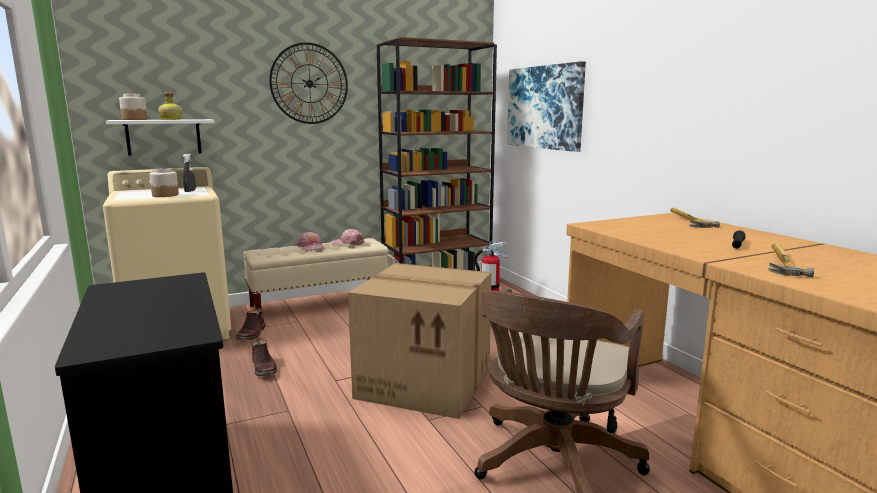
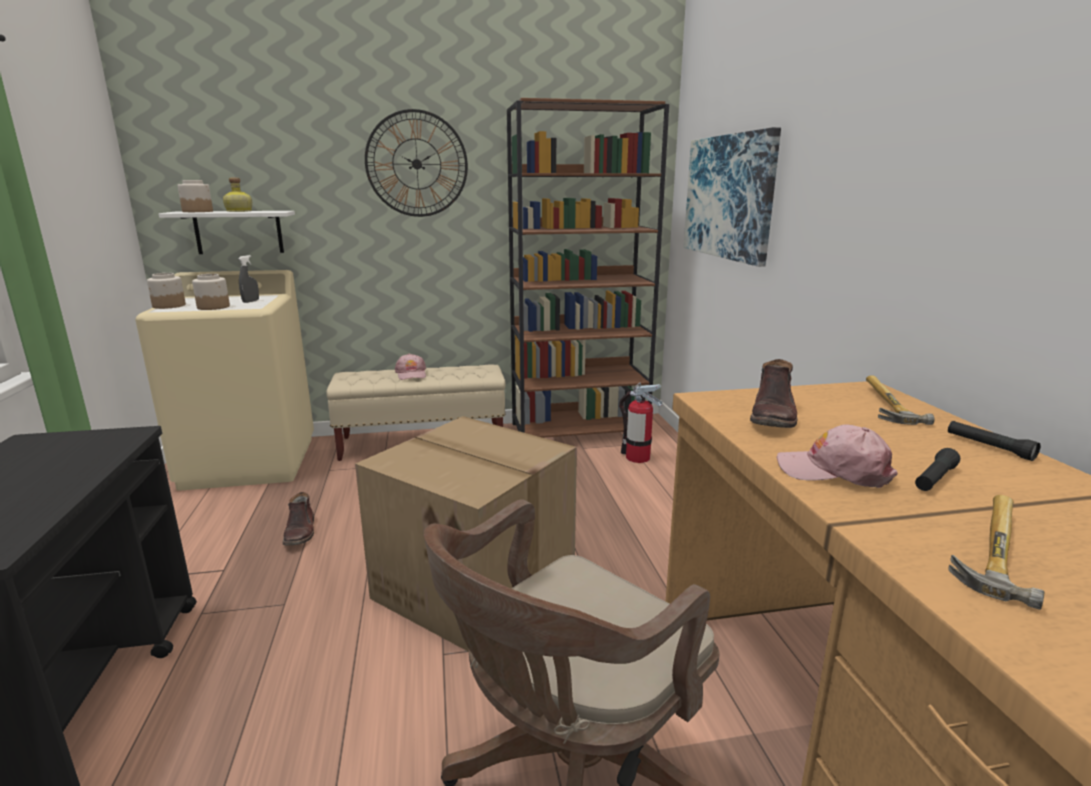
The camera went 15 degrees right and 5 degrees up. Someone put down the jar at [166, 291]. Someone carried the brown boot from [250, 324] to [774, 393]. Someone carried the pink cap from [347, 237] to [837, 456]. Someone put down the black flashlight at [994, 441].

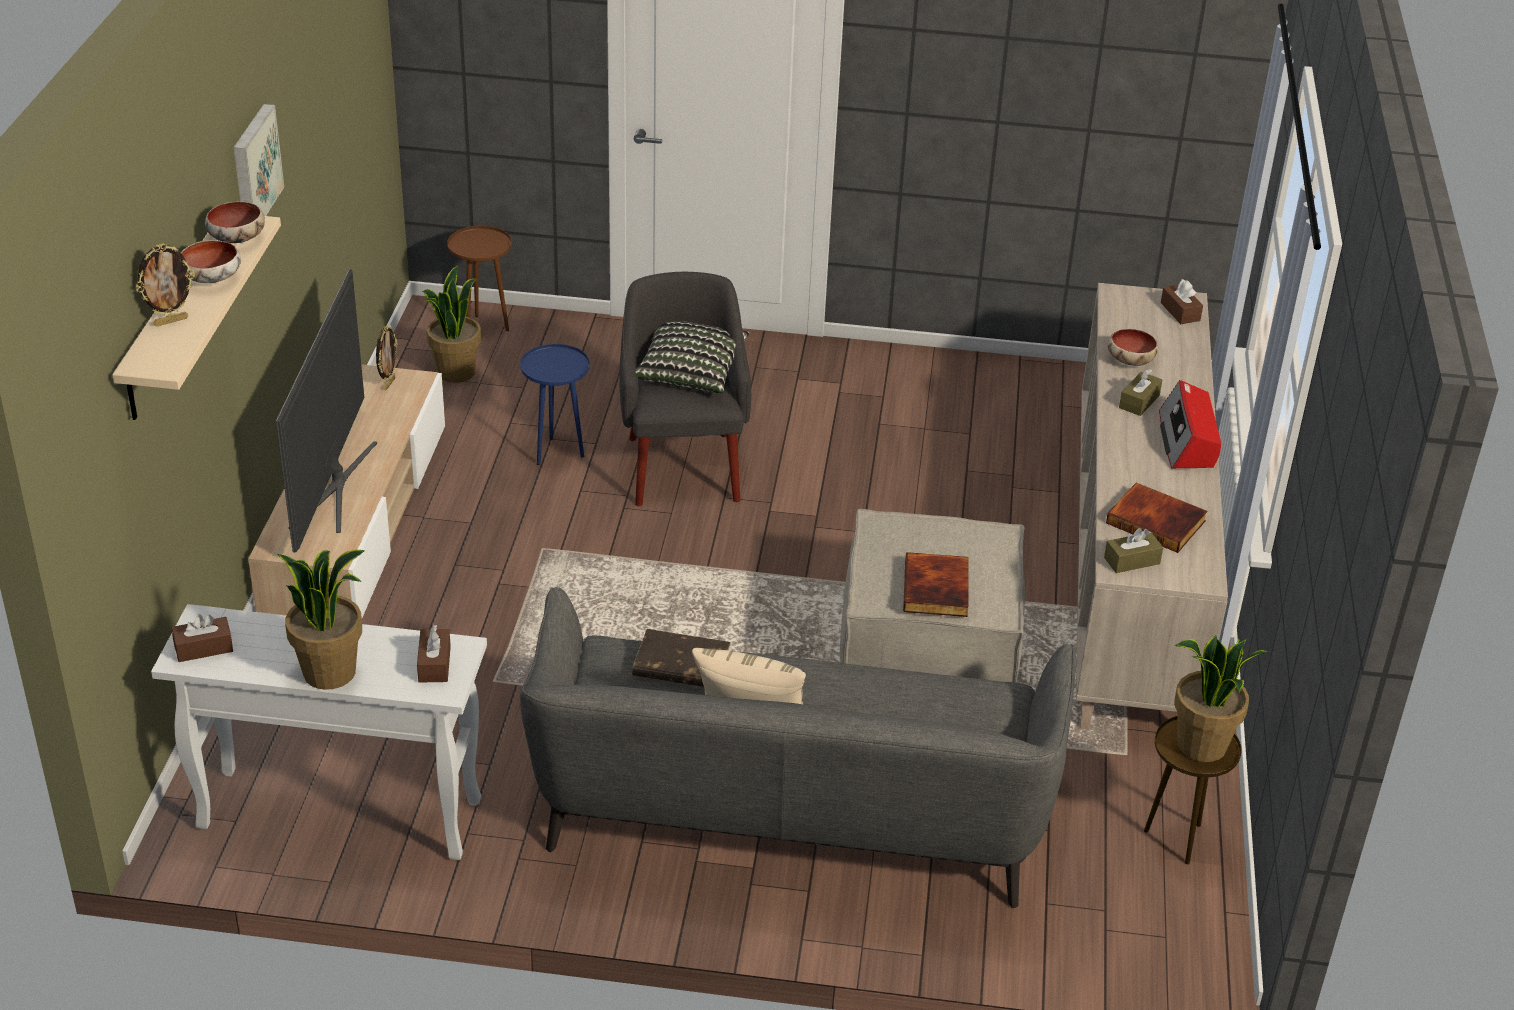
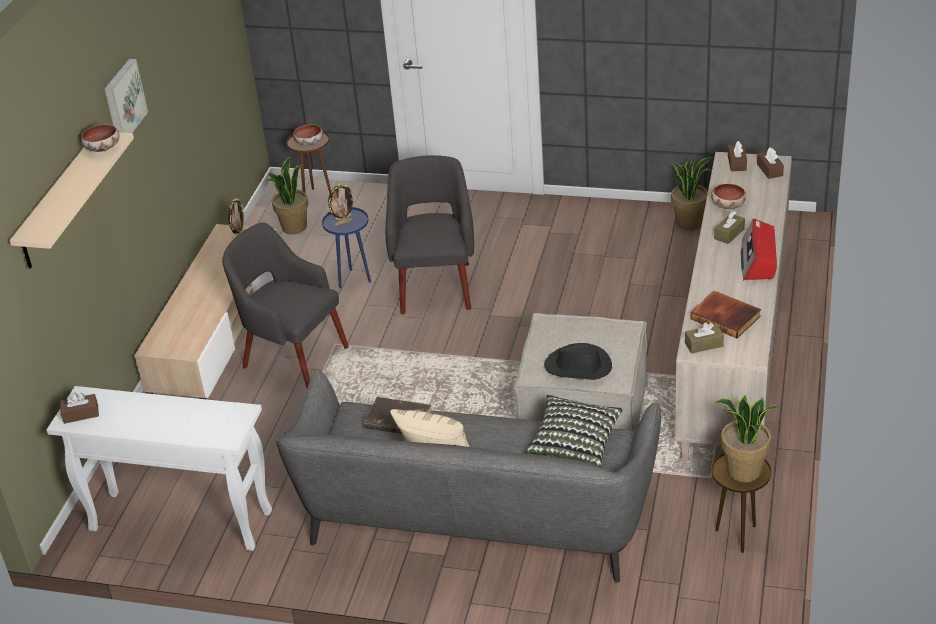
The camera went 10 degrees right and 0 degrees up. Someone put down the grey armchair at [285, 305]. Someone carried the bowl from [211, 261] to [308, 135]. Someone carried the picture frame from [165, 285] to [341, 205]. Someone carried the pillow from [692, 357] to [574, 431]. Someone swapped the book at [935, 584] for the black hat at [578, 361]. Someone carried the potted plant from [320, 620] to [690, 193]. Someone carried the brown tissue box from [434, 654] to [737, 156]. Someone took away the television at [326, 411].

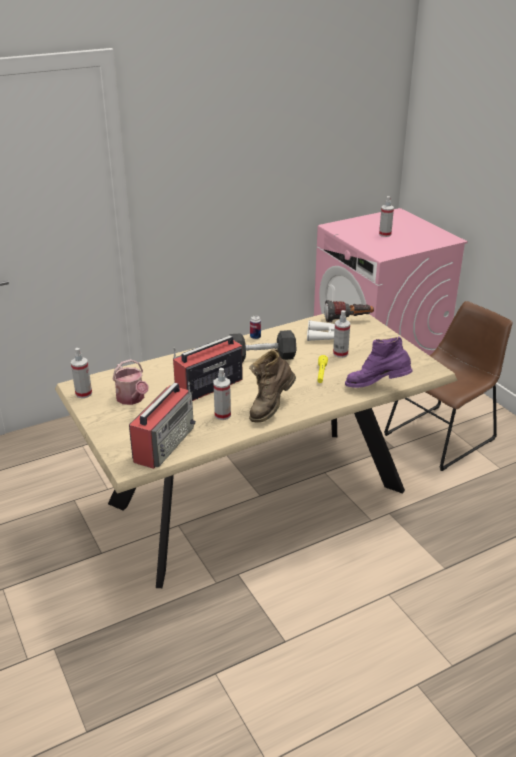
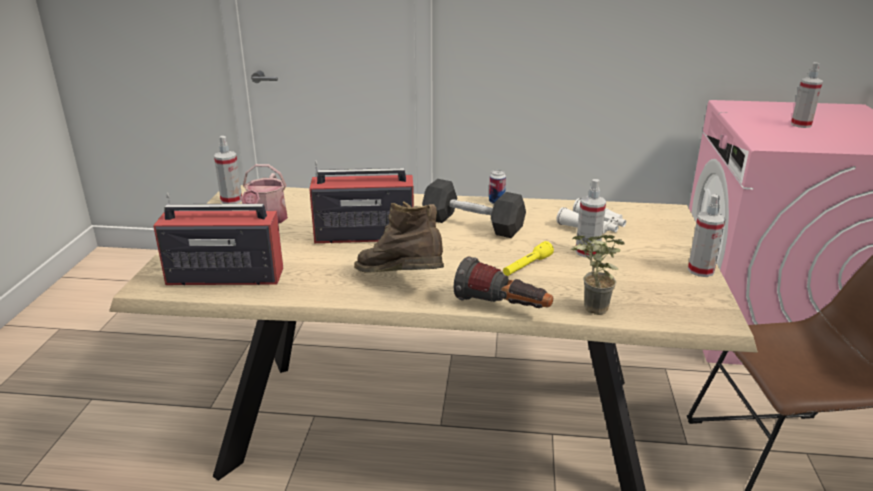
The camera went 35 degrees right and 5 degrees down. Someone rotated the radio at [162, 425] by 150 degrees counterclockwise. Someone rotated the brown boot at [272, 386] by 60 degrees clockwise. Someone carried the flashlight from [349, 311] to [503, 282]. Someone swapped the purple boot at [379, 362] for the potted plant at [598, 275]. Someone carried the spray bottle from [222, 394] to [707, 235].

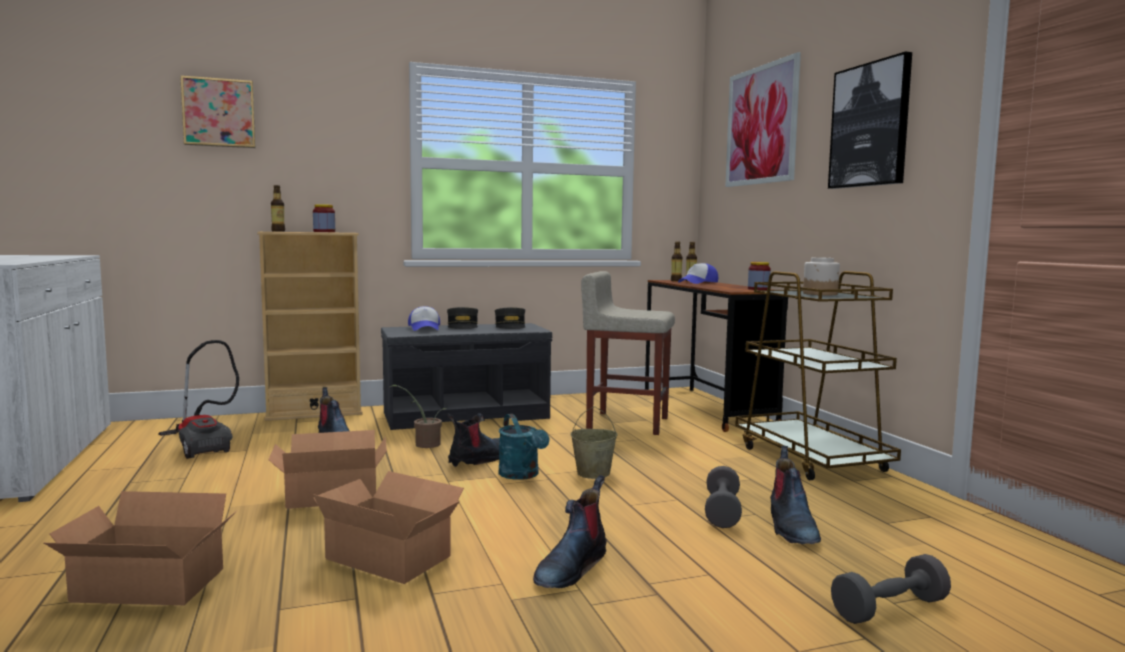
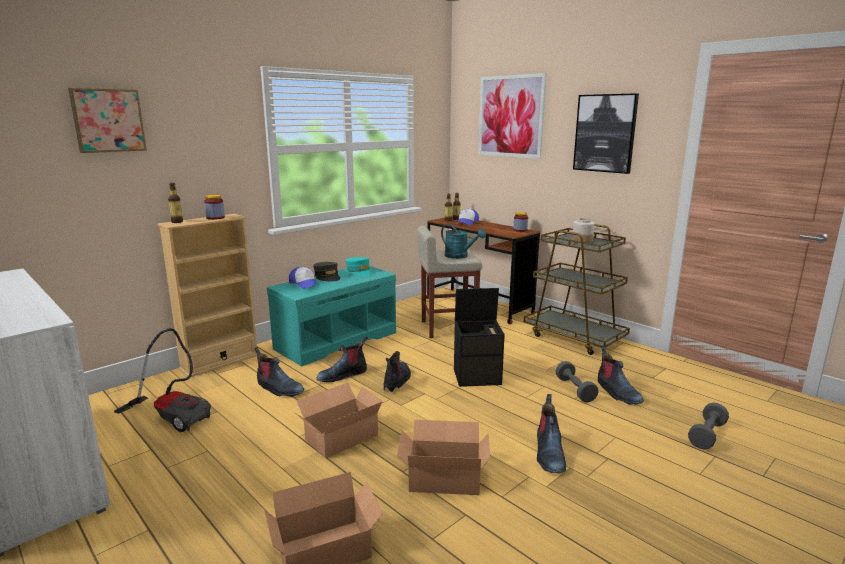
The camera went 25 degrees left and 10 degrees up. Someone repainted the grey bench at [466, 376], which became the turquoise bench at [331, 316]. Someone swapped the potted plant at [418, 416] for the boot at [341, 359]. Someone repainted the grey cap at [510, 318], which became the turquoise cap at [359, 266]. Someone carried the turquoise watering can from [523, 447] to [463, 241]. Someone swapped the beige bucket at [593, 443] for the black storage box at [479, 337].

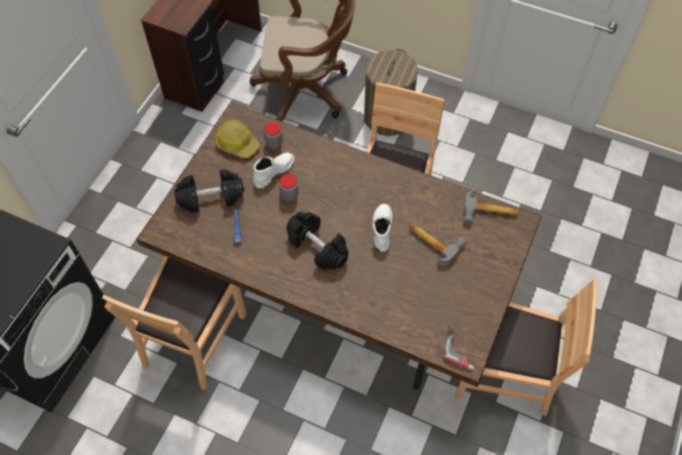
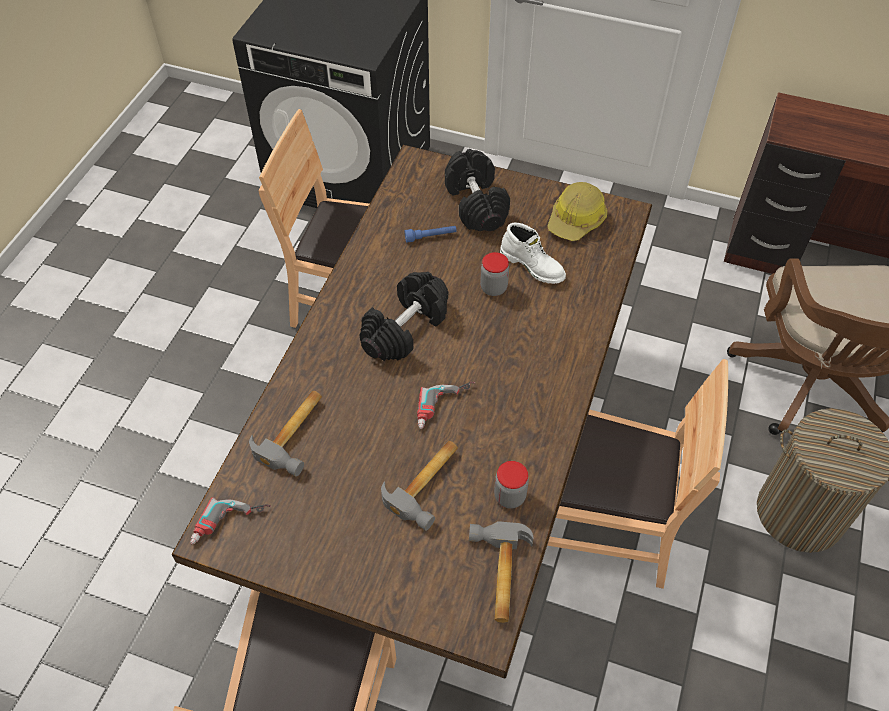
The camera went 85 degrees right and 5 degrees down. Someone put down the hammer at [285, 433]. Someone swapped the white boot at [383, 228] for the power drill at [446, 405]. Someone carried the jar from [273, 135] to [511, 485].

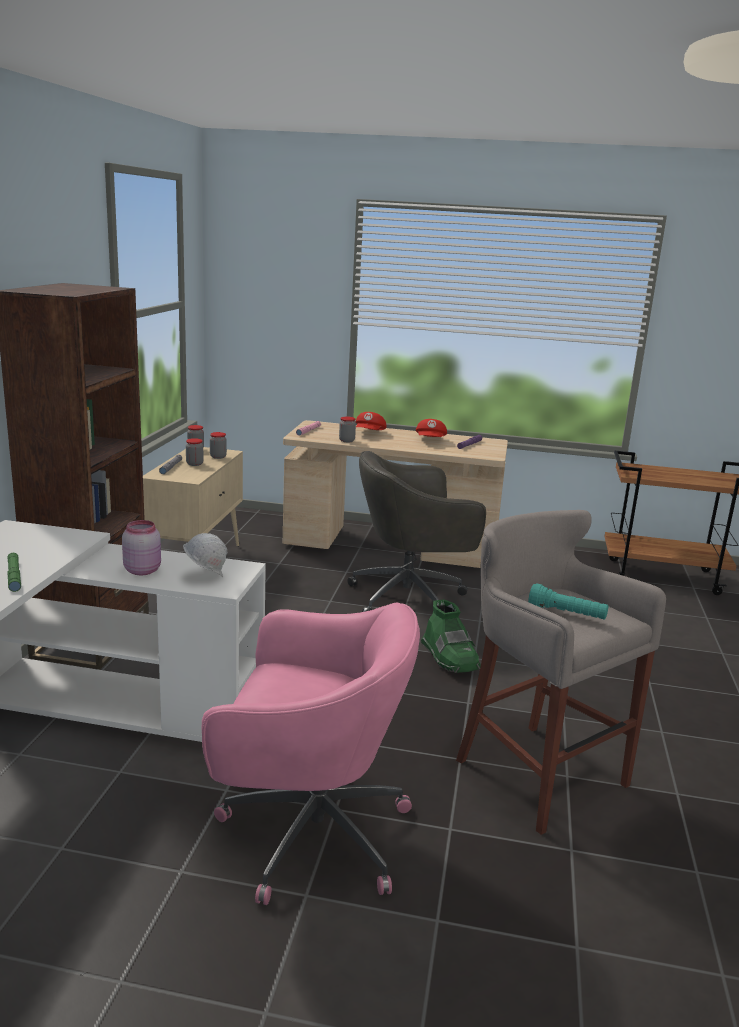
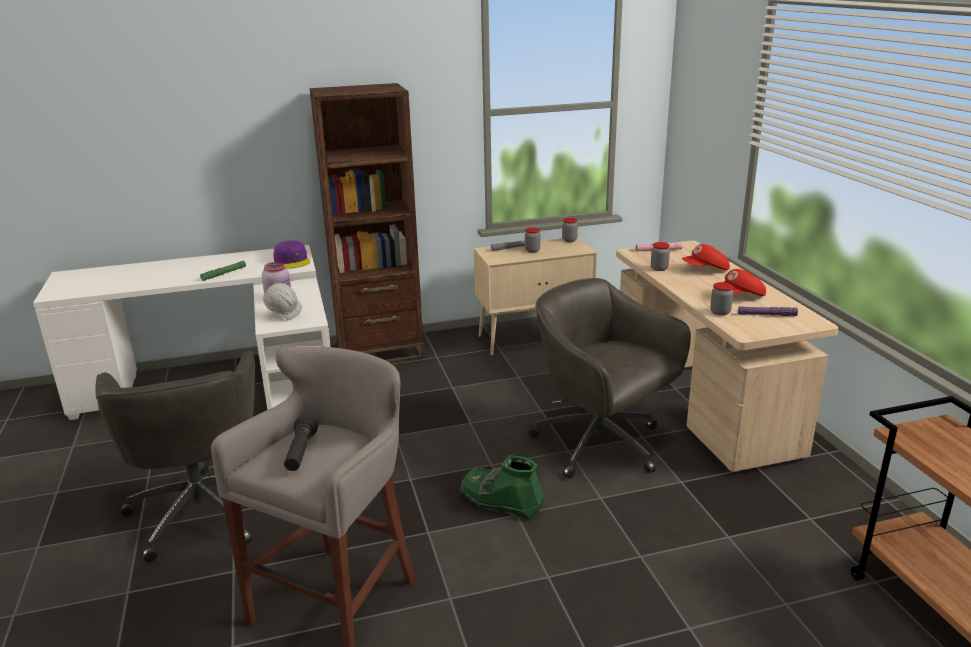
The camera went 65 degrees right and 5 degrees up. Someone repainted the pink office chair at [311, 754], which became the grey office chair at [175, 456]. Someone put down the purple cap at [291, 254]. Someone repainted the turquoise flashlight at [568, 601], which became the black flashlight at [301, 442]. Someone rotated the green boot at [450, 636] by 75 degrees clockwise. Someone carried the jar from [218, 445] to [721, 299].

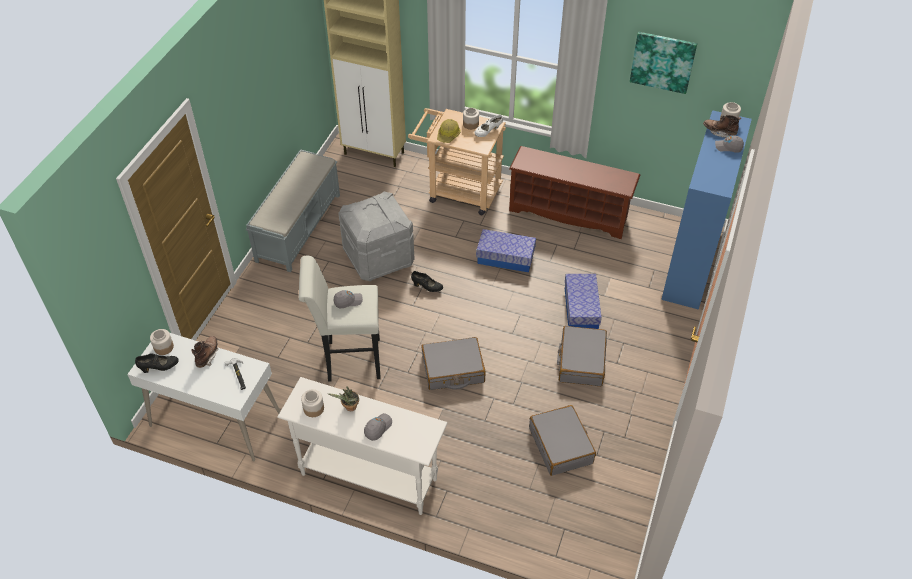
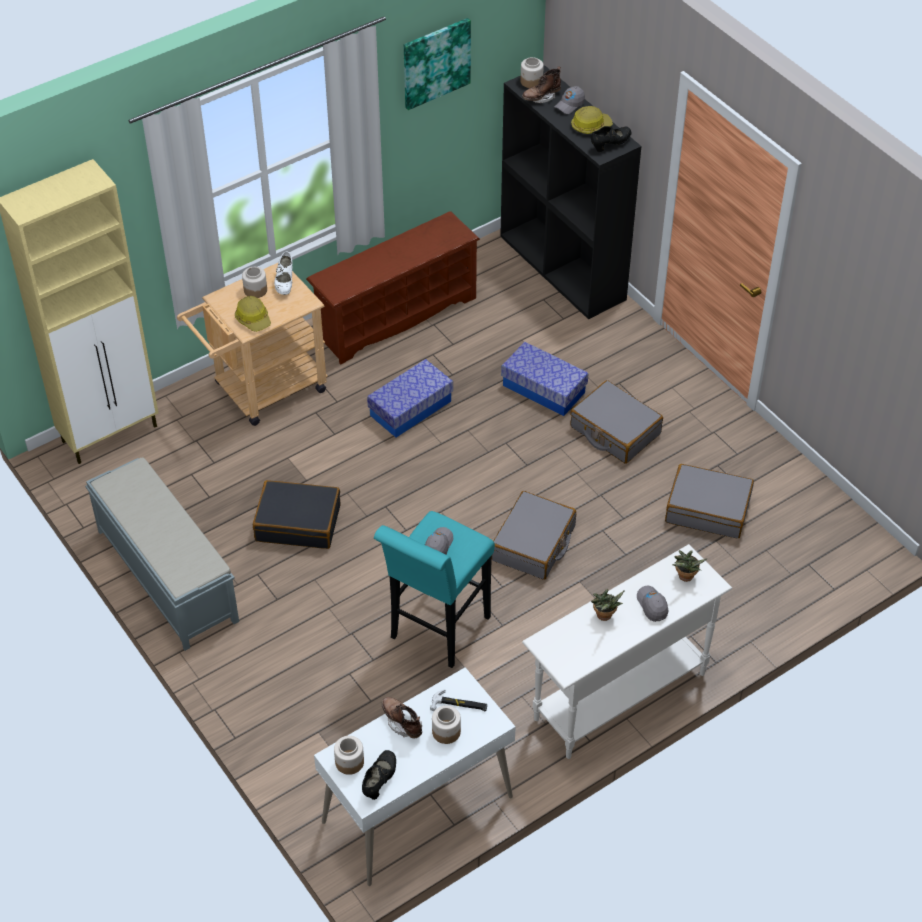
The camera went 55 degrees left and 0 degrees up. Someone swapped the grey storage box at [376, 236] for the black suitcase at [296, 514]. Someone repainted the white stool at [340, 319], which became the turquoise stool at [434, 589]. Someone carried the jar from [312, 403] to [446, 724]. Someone repainted the blue bookcase at [706, 210], which became the black bookcase at [570, 192]. Someone put down the hard hat at [592, 120]. Someone carried the black shoe from [427, 281] to [611, 139]. Someone put down the potted plant at [689, 566].

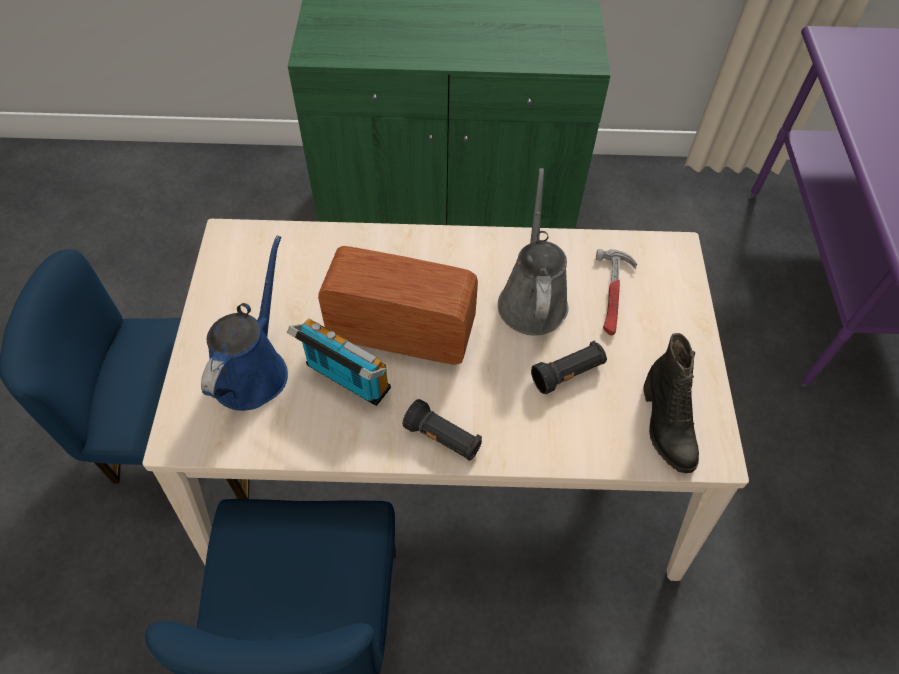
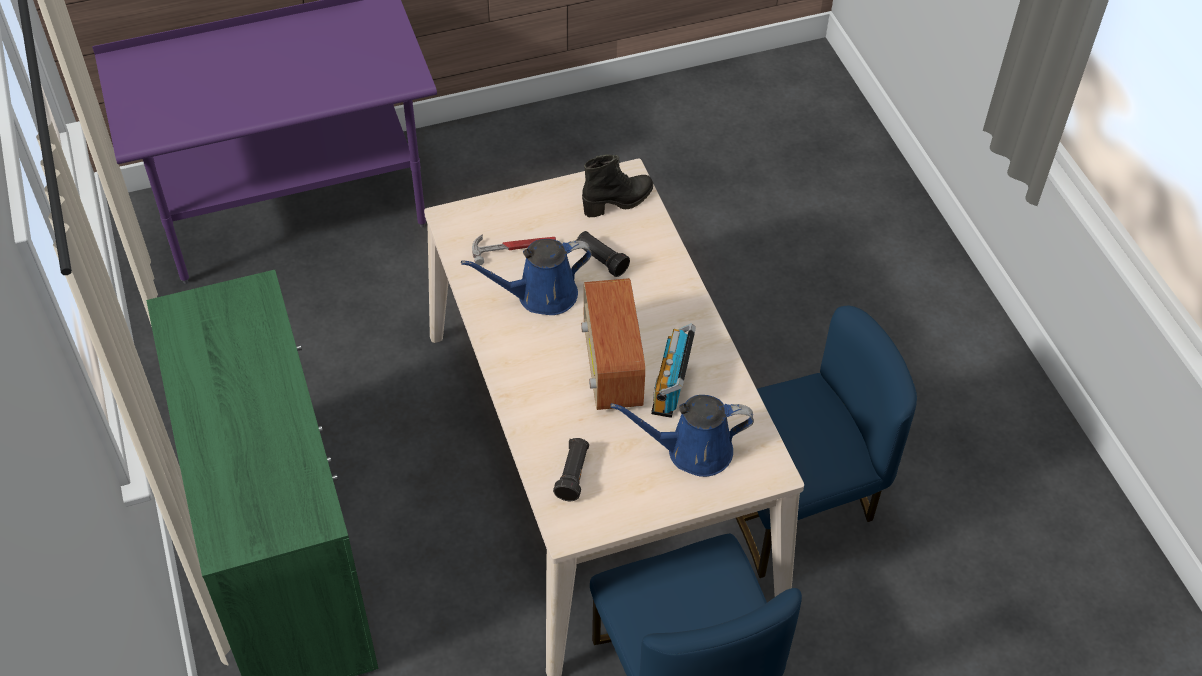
The camera went 110 degrees left and 5 degrees down. Someone repainted the grey watering can at [533, 252], which became the blue watering can at [526, 277]. Someone carried the black flashlight from [442, 430] to [571, 469].

